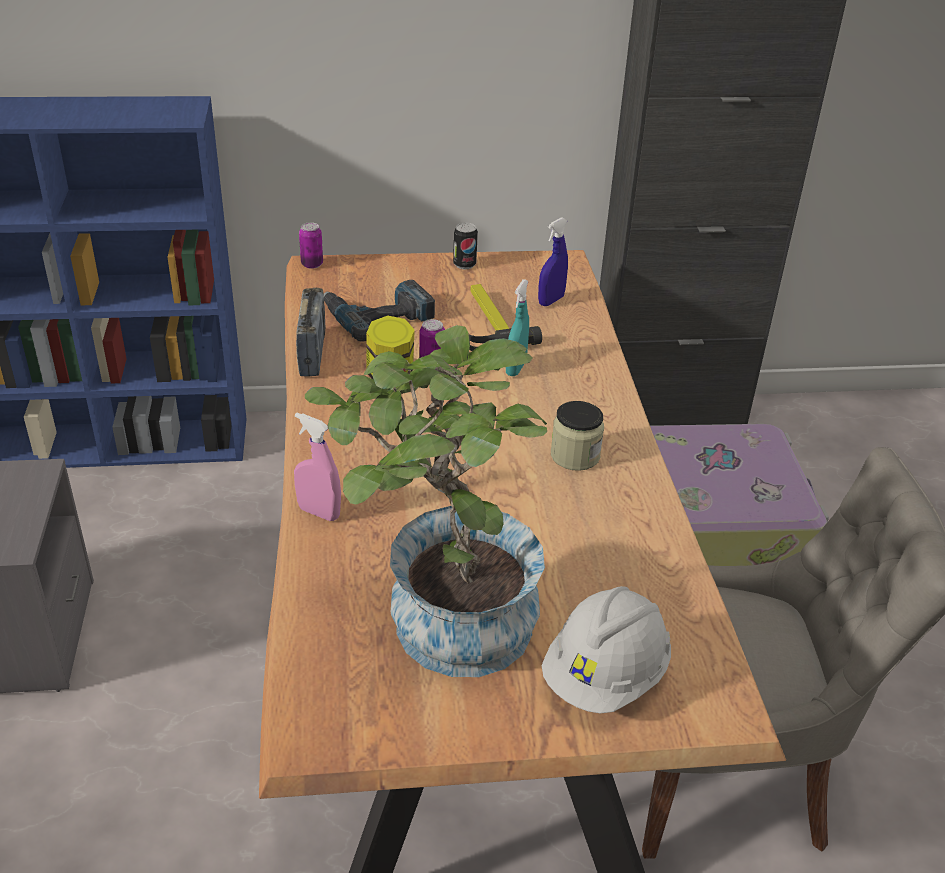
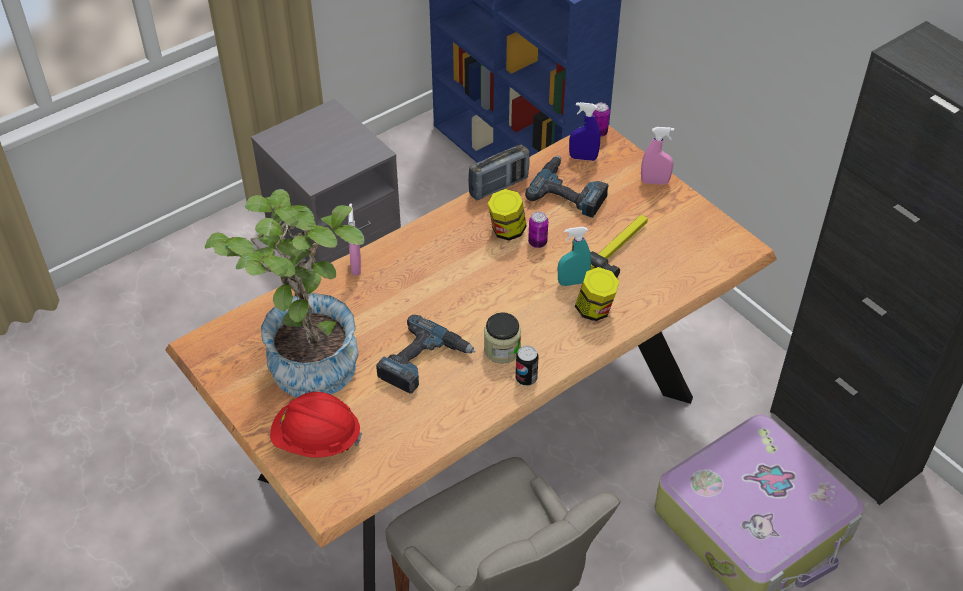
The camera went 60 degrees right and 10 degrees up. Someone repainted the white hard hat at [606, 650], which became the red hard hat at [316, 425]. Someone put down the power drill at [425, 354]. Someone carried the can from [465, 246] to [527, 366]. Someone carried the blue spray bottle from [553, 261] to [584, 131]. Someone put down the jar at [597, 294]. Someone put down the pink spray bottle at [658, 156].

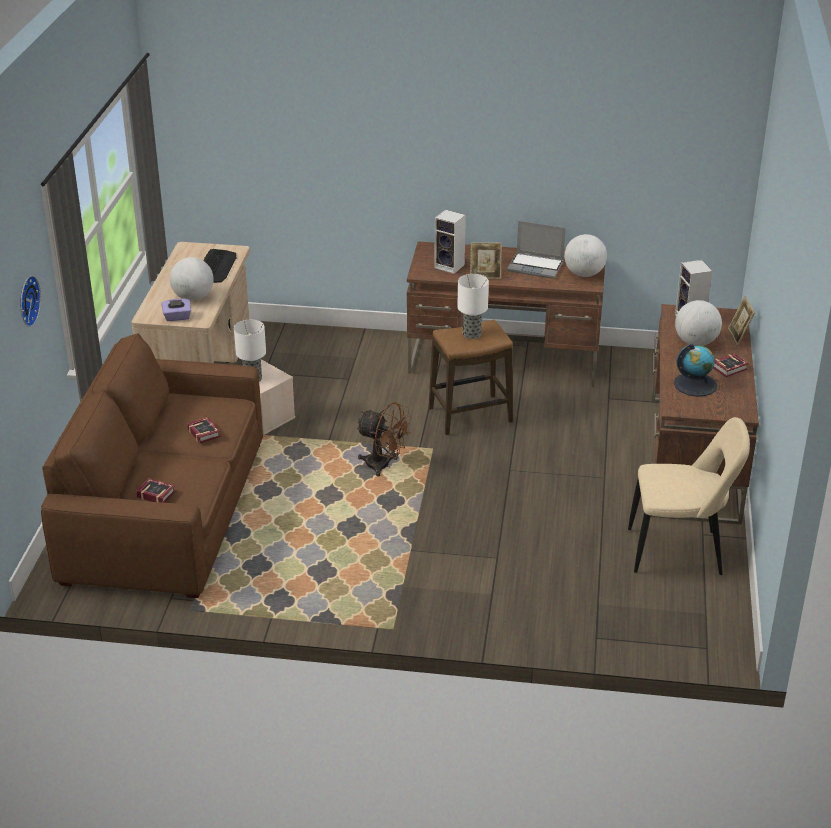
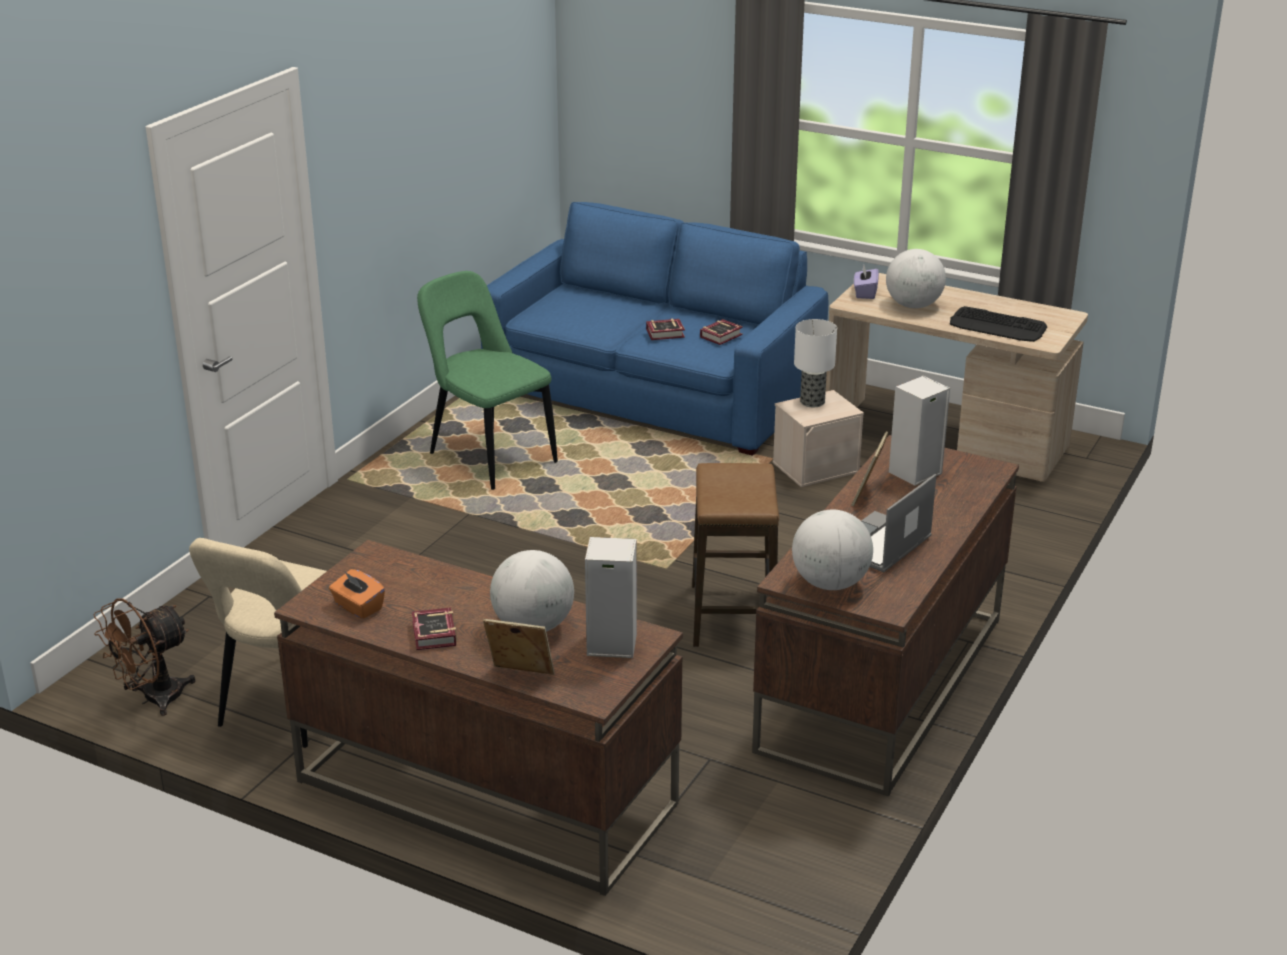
The camera went 110 degrees right and 5 degrees down. Someone carried the brown fan from [384, 439] to [145, 657]. Someone put down the orange tissue box at [357, 594]. Someone put down the green chair at [487, 380]. Someone repainted the brown sofa at [152, 465], which became the blue sofa at [655, 329]. Someone carried the book from [155, 490] to [721, 332]. Someone took away the wall clock at [30, 301]. Someone took away the table lamp at [473, 306]. Someone took away the globe at [695, 370].

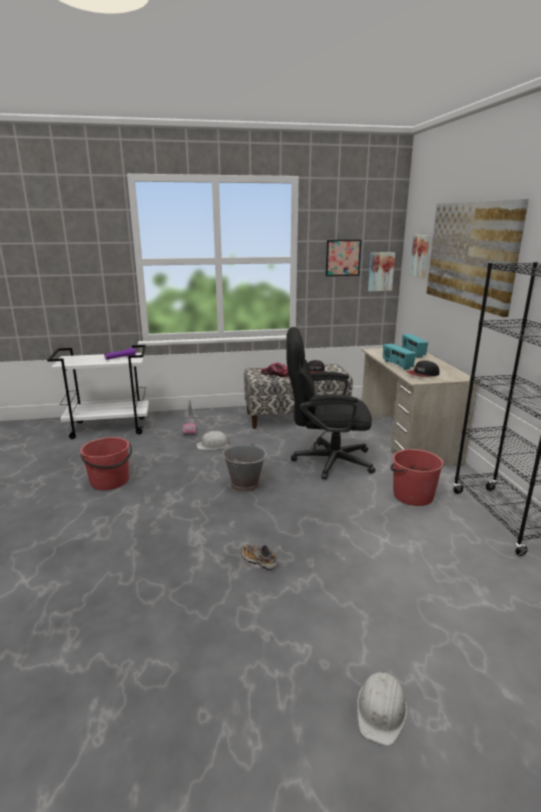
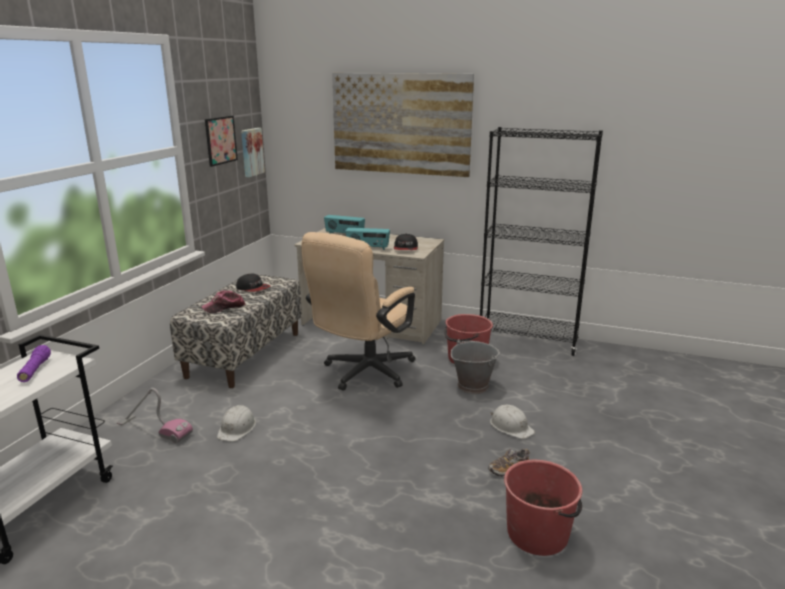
The camera went 60 degrees left and 0 degrees up. Someone repainted the black office chair at [331, 403], which became the beige office chair at [358, 311]. Someone carried the grey bucket from [245, 466] to [475, 366]. Someone carried the white hard hat from [382, 709] to [512, 422]. Someone carried the red bucket from [106, 463] to [543, 508]. Someone took away the picture at [420, 257].

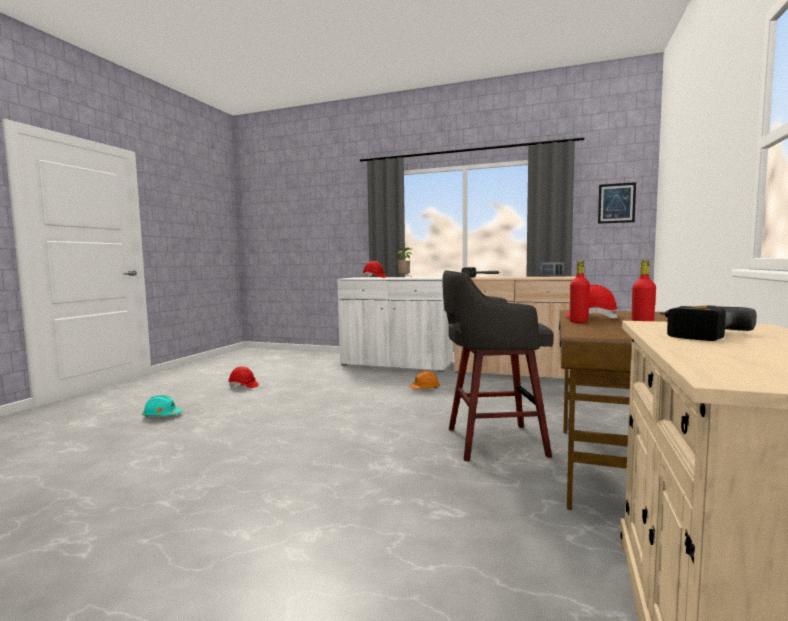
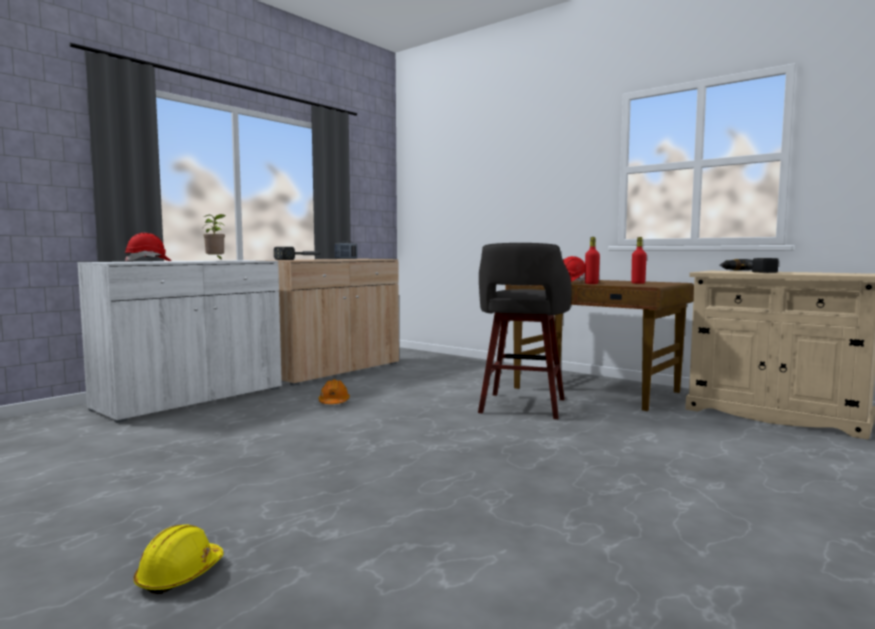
The camera went 70 degrees left and 0 degrees up. Someone repainted the turquoise hard hat at [162, 406], which became the yellow hard hat at [179, 559]. Someone took away the red hard hat at [243, 377]. Someone took away the picture at [617, 203].

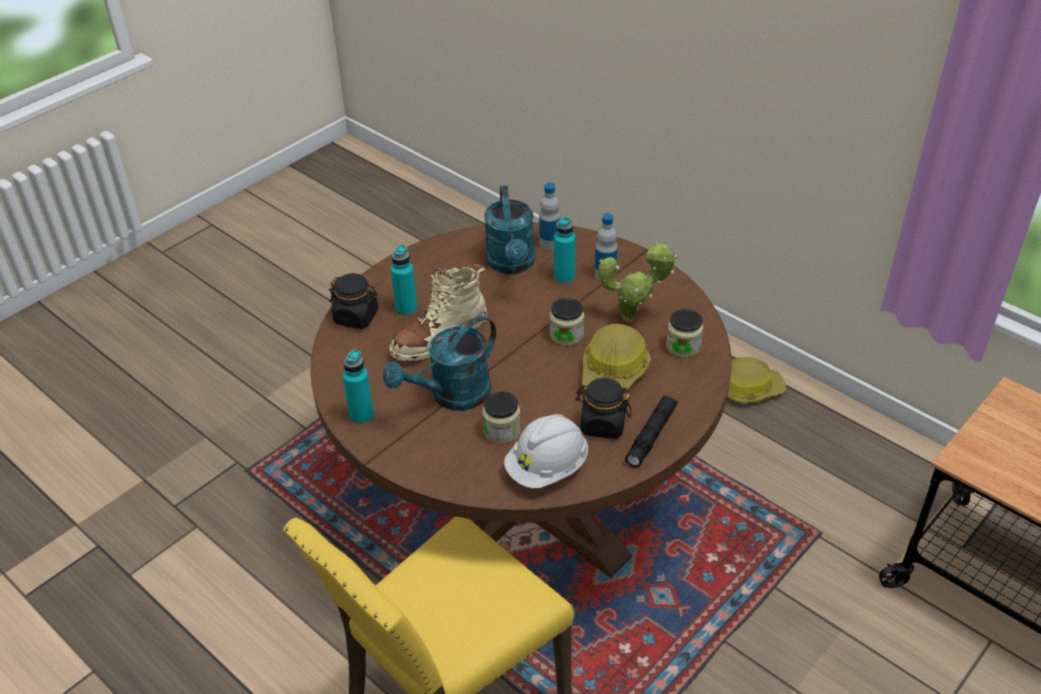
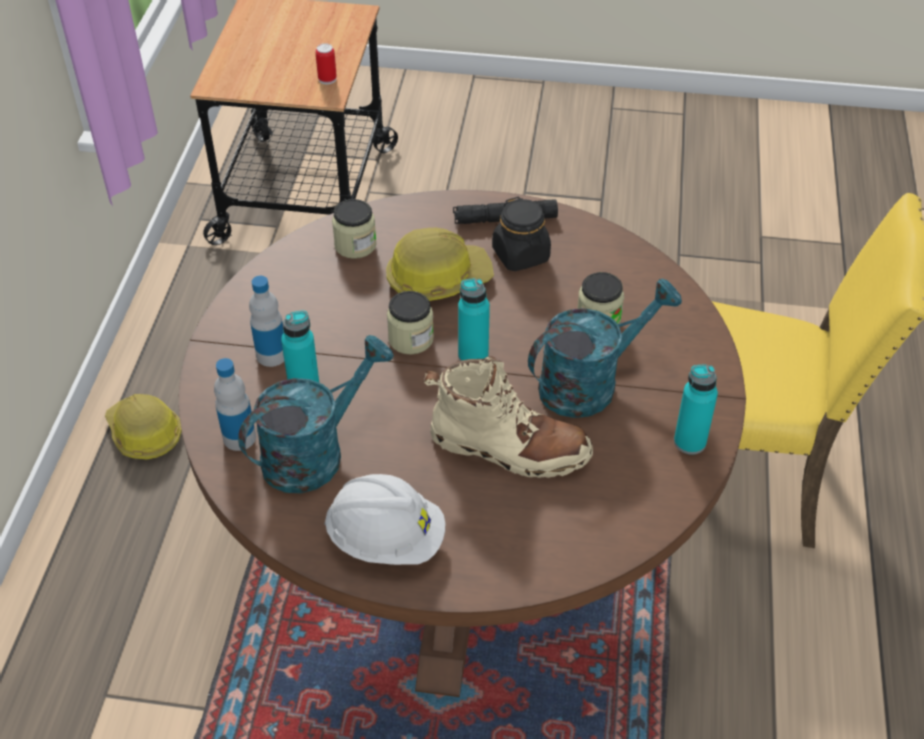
The camera went 125 degrees left and 5 degrees up. Someone put down the can at [326, 64]. Someone carried the white hard hat from [546, 451] to [384, 519]. Someone carried the turquoise bottle from [404, 280] to [474, 319]. Someone rotated the turquoise watering can at [439, 363] by 45 degrees counterclockwise. Someone took away the black jar at [353, 301]. Someone took away the potted plant at [638, 282].

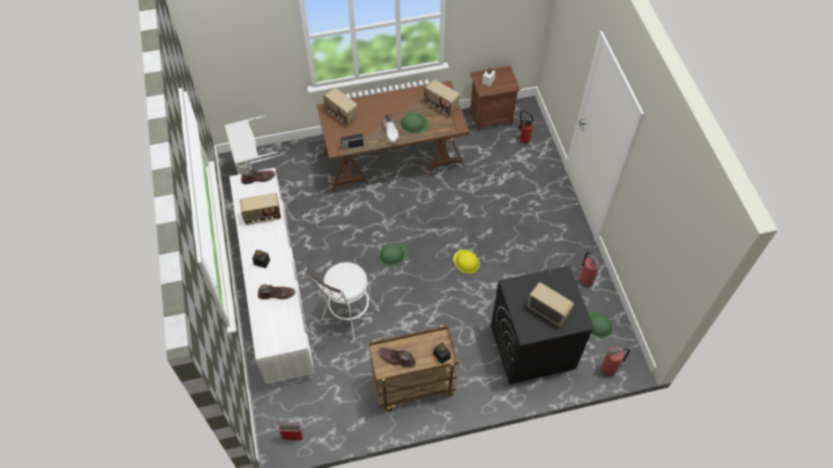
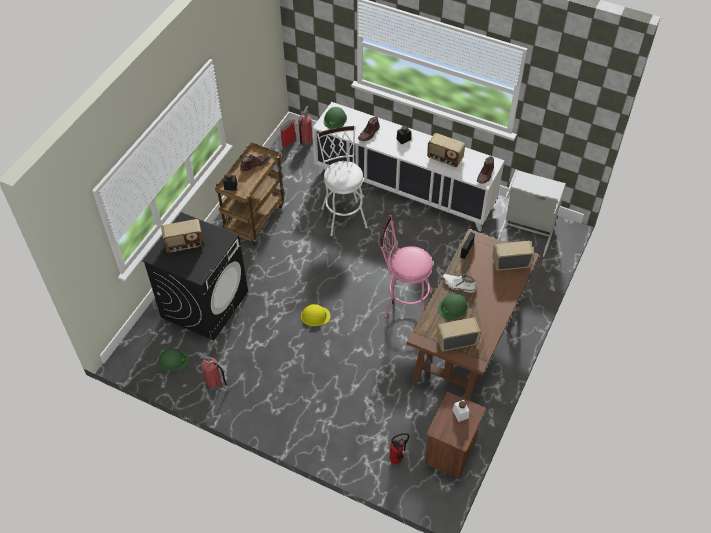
The camera went 130 degrees right and 5 degrees down. Someone carried the fire extinguisher from [615, 362] to [305, 127]. Someone carried the green hard hat from [393, 255] to [335, 118]. Someone put down the pink stool at [407, 266]. Someone rotated the radio at [260, 209] by 90 degrees counterclockwise.

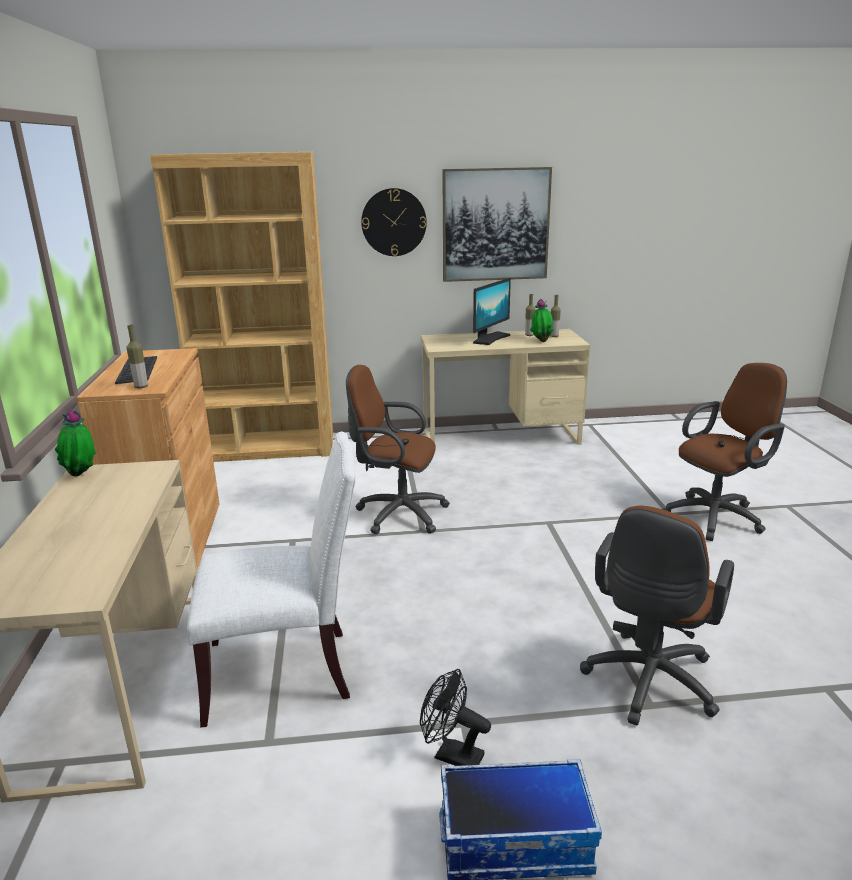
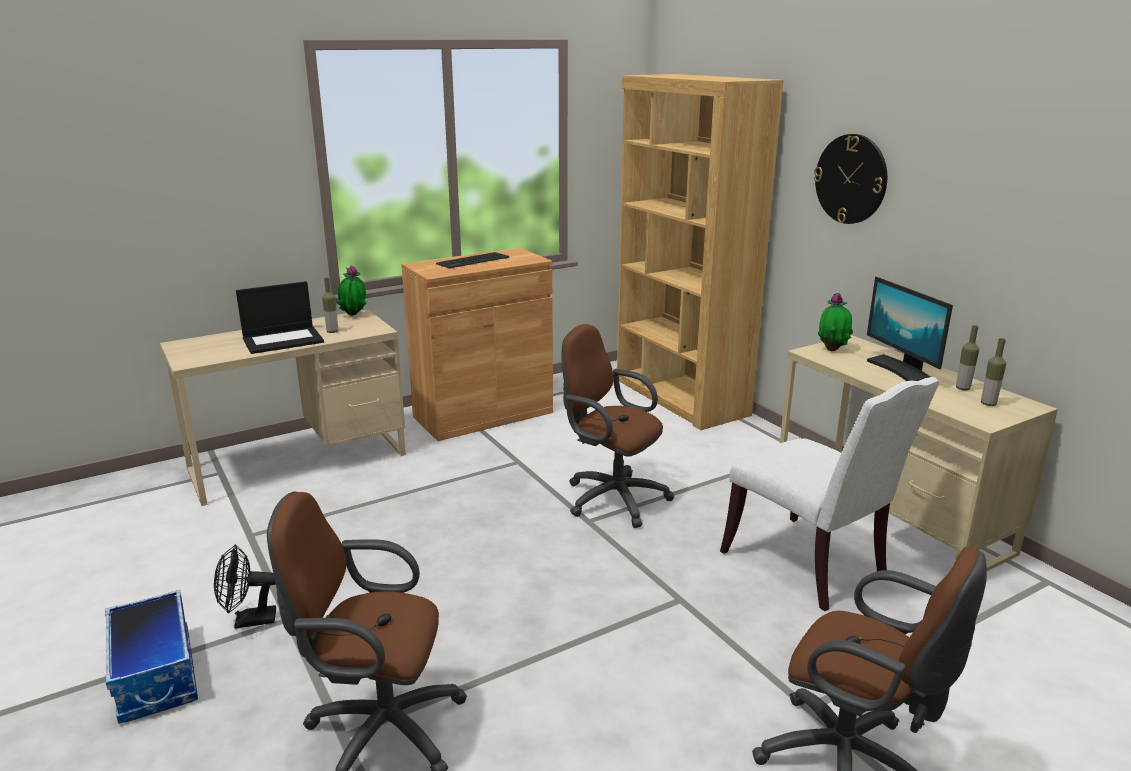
The camera went 65 degrees right and 0 degrees up. Someone rotated the black fan at [455, 717] by 105 degrees counterclockwise. Someone put down the laptop at [280, 317]. Someone carried the bottle from [137, 357] to [330, 305]. Someone rotated the brown office chair at [398, 449] by 45 degrees counterclockwise. Someone carried the white chair from [271, 579] to [829, 494]. Someone carried the potted plant from [542, 320] to [835, 322]. Someone rotated the monitor at [492, 311] by 60 degrees clockwise. Someone took away the picture at [497, 224].

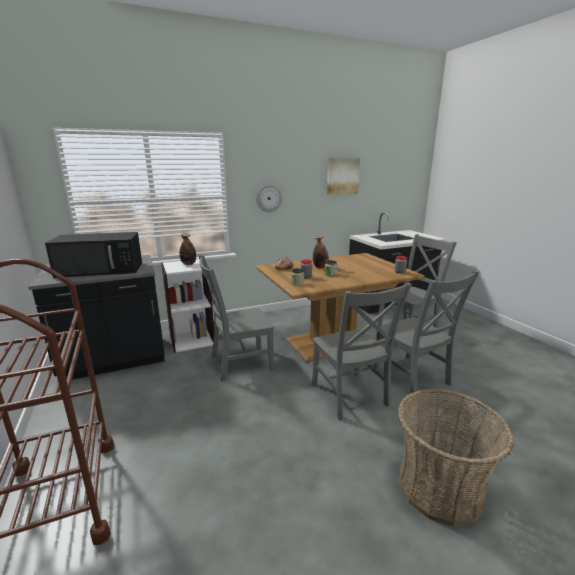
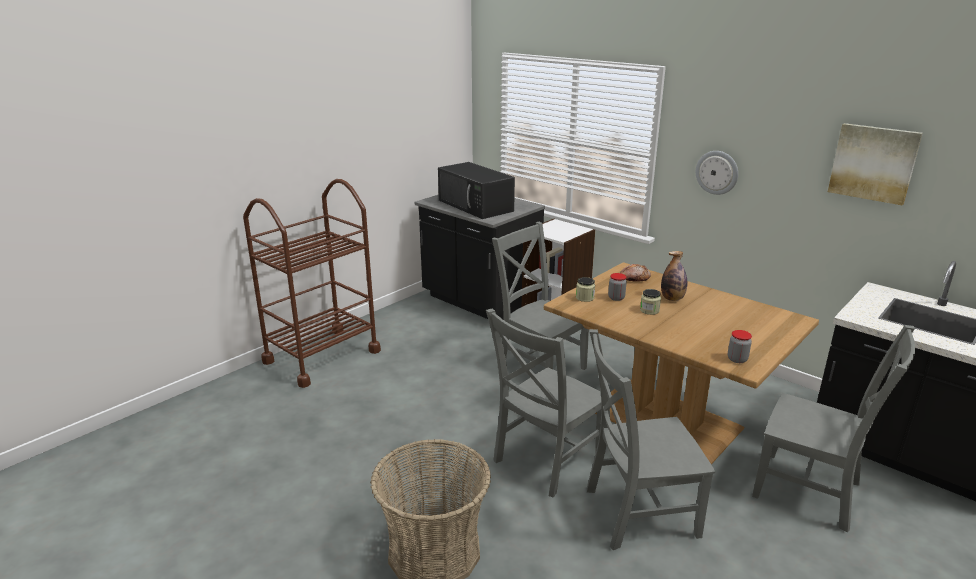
The camera went 65 degrees right and 5 degrees up. Someone rotated the grey chair at [426, 335] by 45 degrees clockwise. Someone took away the bottle at [187, 249].

